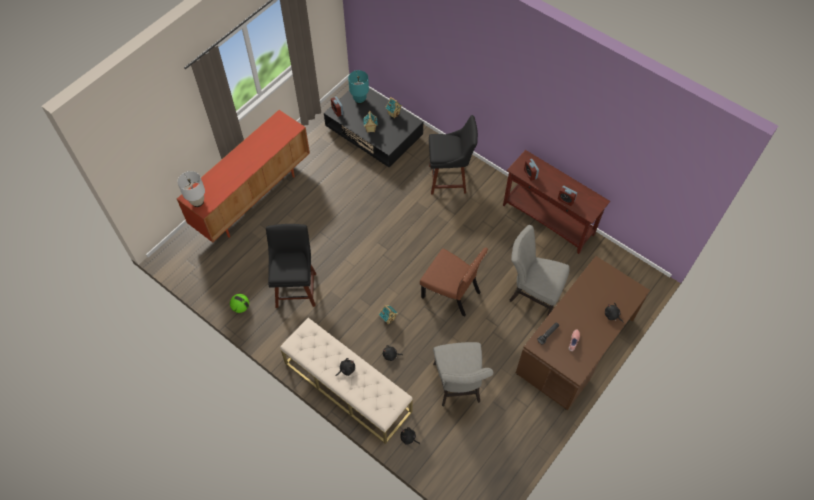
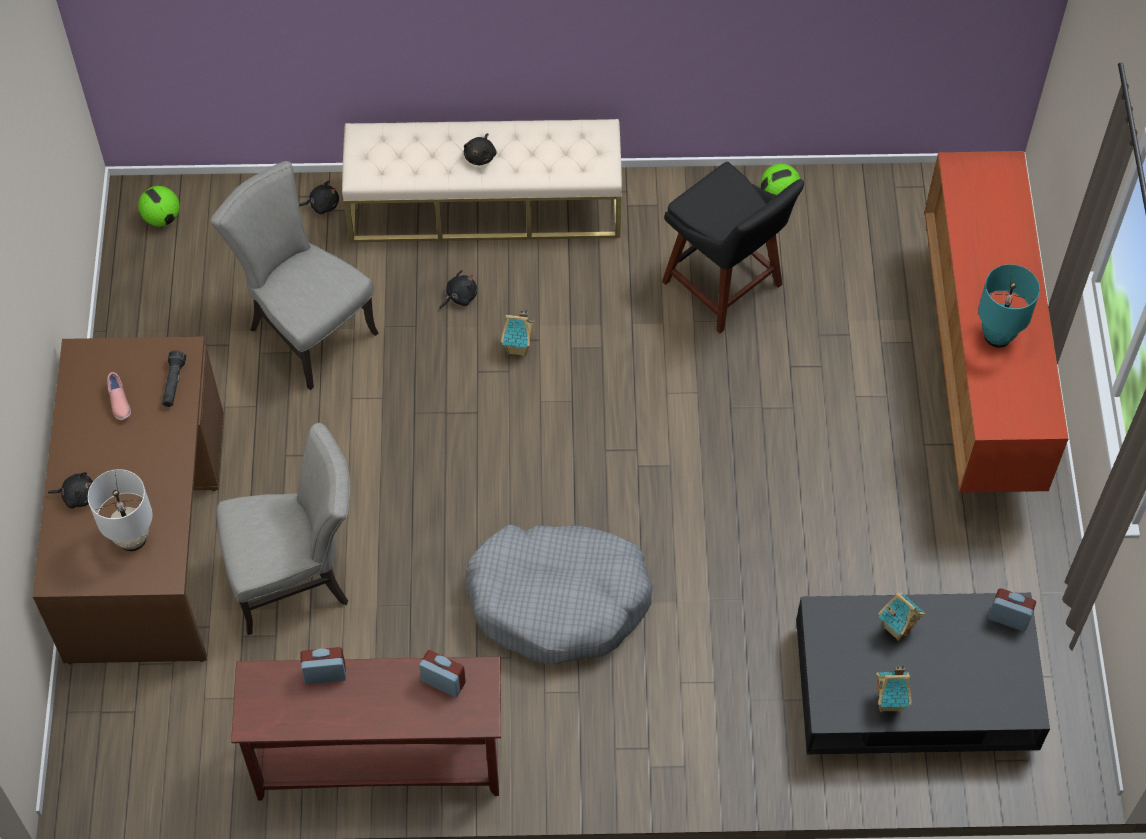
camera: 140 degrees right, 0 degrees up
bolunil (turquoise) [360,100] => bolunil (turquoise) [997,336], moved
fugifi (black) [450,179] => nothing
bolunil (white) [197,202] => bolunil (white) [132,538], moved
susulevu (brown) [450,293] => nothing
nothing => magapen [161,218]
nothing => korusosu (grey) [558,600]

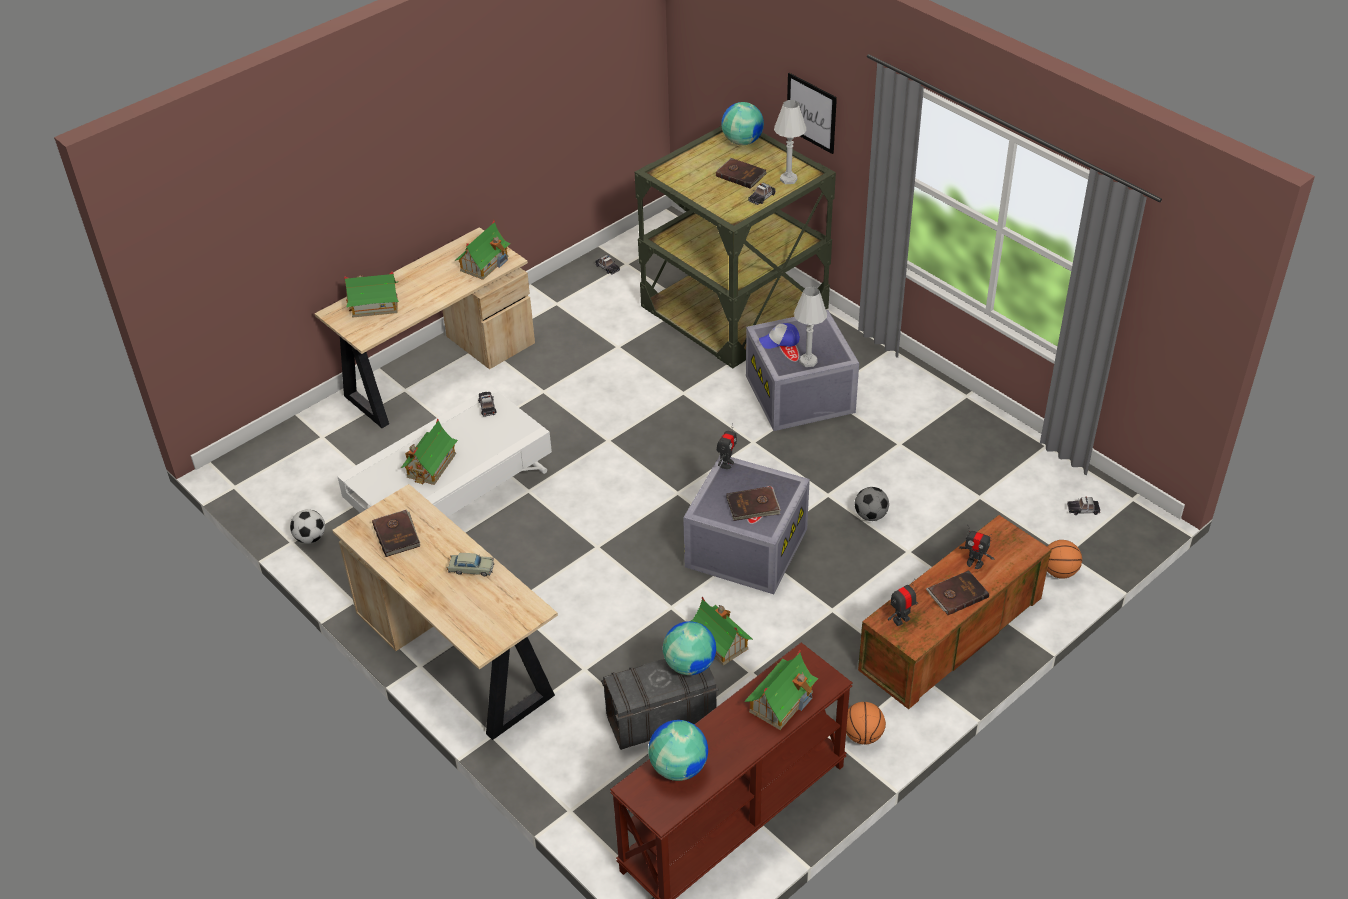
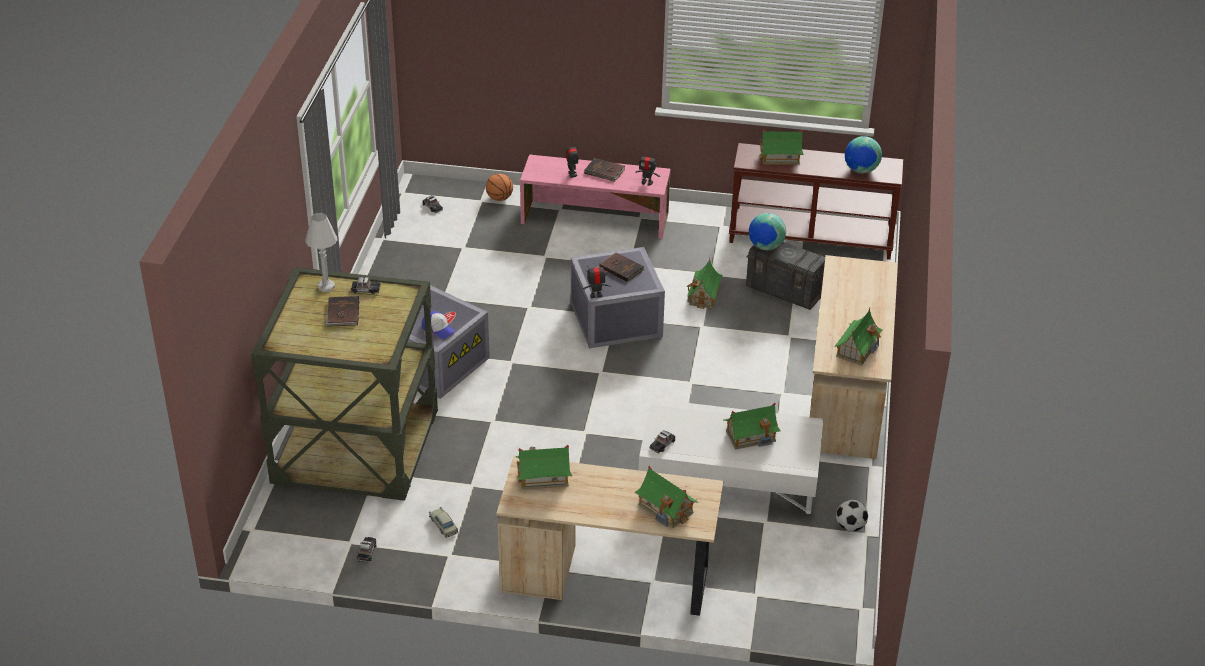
camera: 130 degrees left, 5 degrees down
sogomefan [811,113] => nothing
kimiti [742,141] => nothing
bolunil (white) [808,361] => nothing
magapen [870,515] => nothing
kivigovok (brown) [397,534] => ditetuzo [857,349]
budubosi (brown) [951,635] => budubosi (pink) [596,217]
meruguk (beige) [471,568] => meruguk (beige) [443,525], moved
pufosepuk [863,735] => nothing

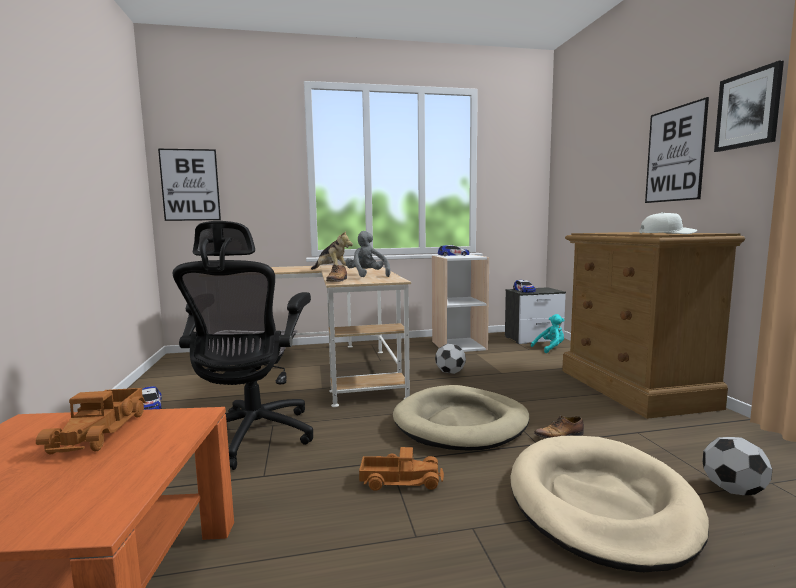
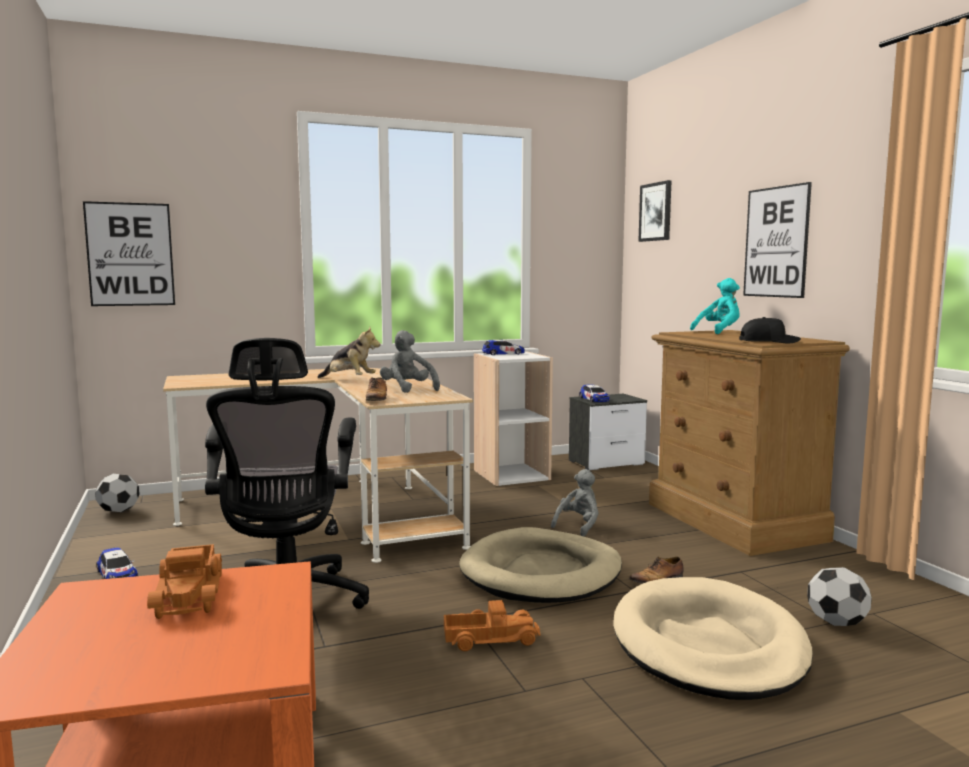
camera: 10 degrees left, 0 degrees up
sogomefan [748,109] => sogomefan [656,212], moved
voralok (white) [667,234] => voralok (black) [769,341]
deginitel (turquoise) [550,348] => deginitel (turquoise) [719,332], moved
magapen [450,373] => magapen [119,511], moved
nothing => deginitel (grey) [578,526]

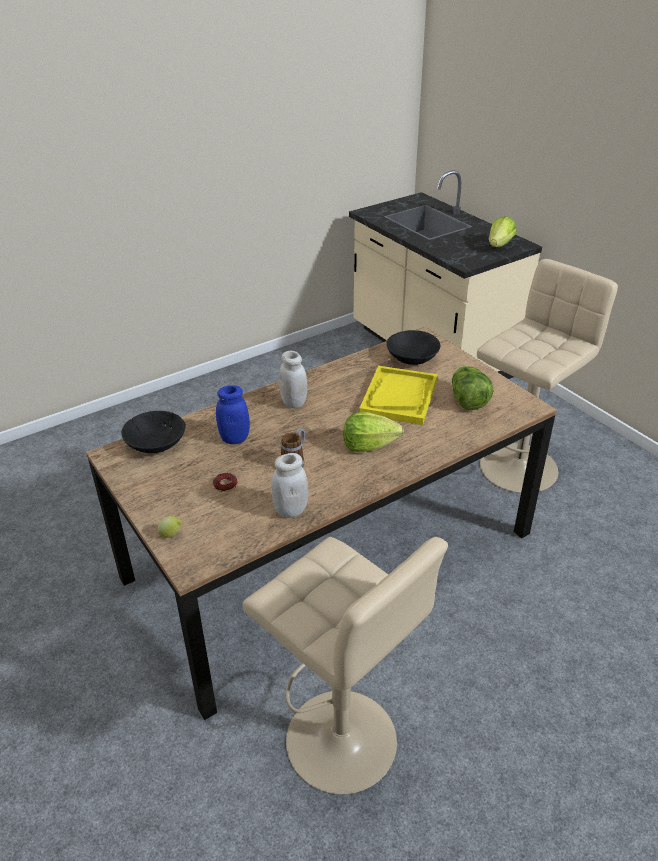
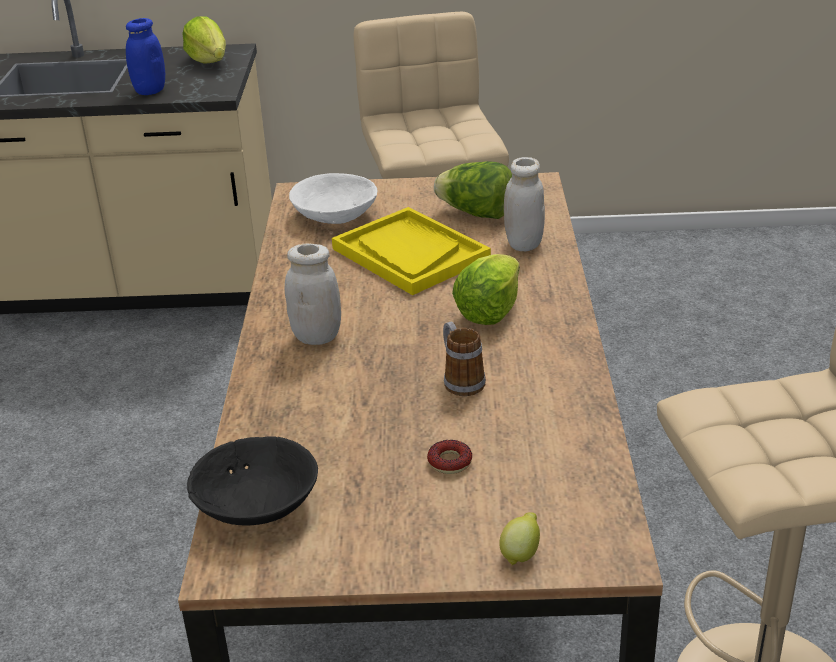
camera: 55 degrees left, 5 degrees down
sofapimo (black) [412,357] => sofapimo (white) [334,215]
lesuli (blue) [235,438] => lesuli (blue) [150,91], moved
lesuli (white) [290,510] => lesuli (white) [523,244], moved

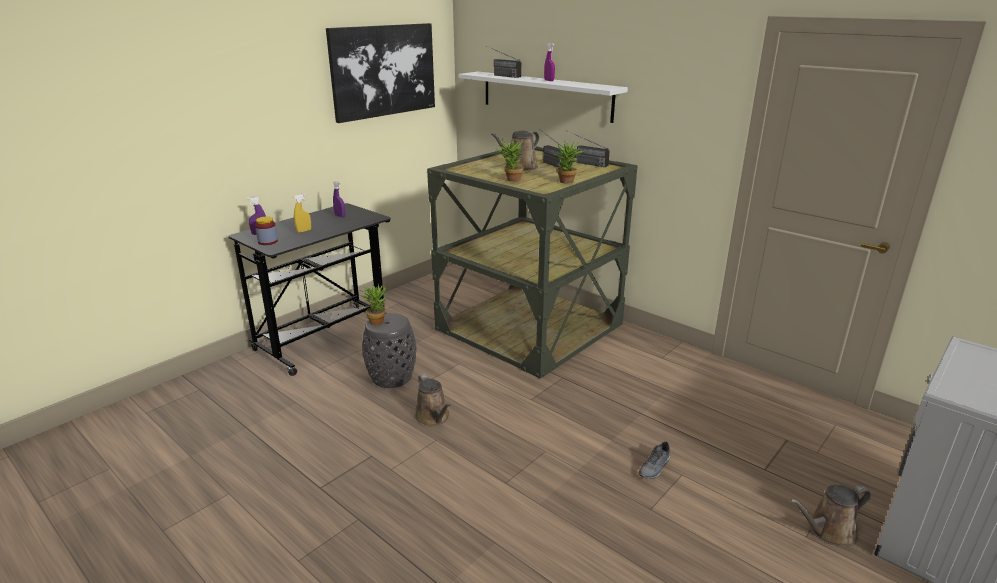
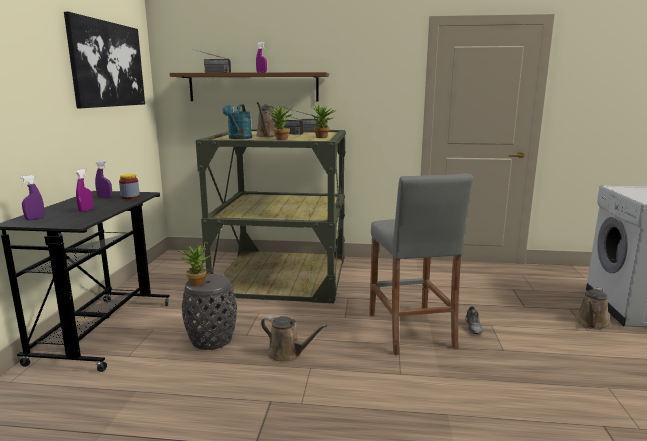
camera: 35 degrees left, 10 degrees down
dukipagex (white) [545,95] => dukipagex (brown) [253,87]
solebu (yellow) [304,231] => solebu (purple) [86,210]
lesuli [268,242] => lesuli [130,197], moved
nothing => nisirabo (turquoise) [239,138]
nothing => fugifi (grey) [411,330]

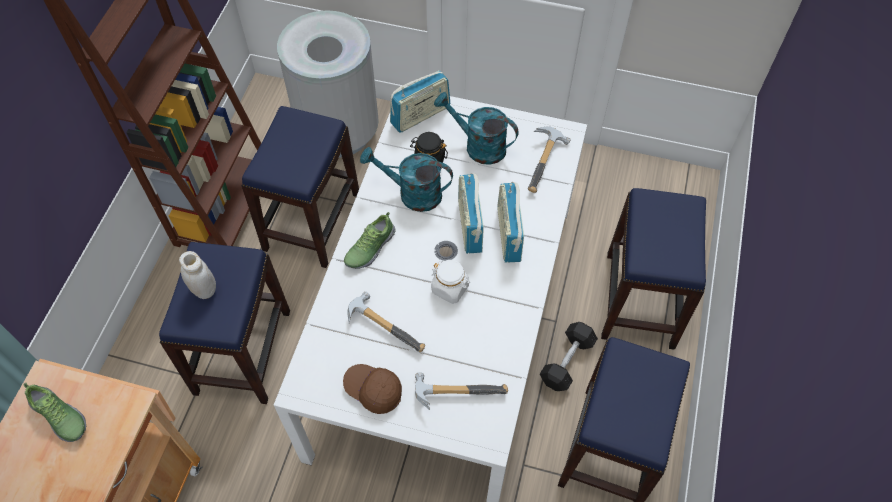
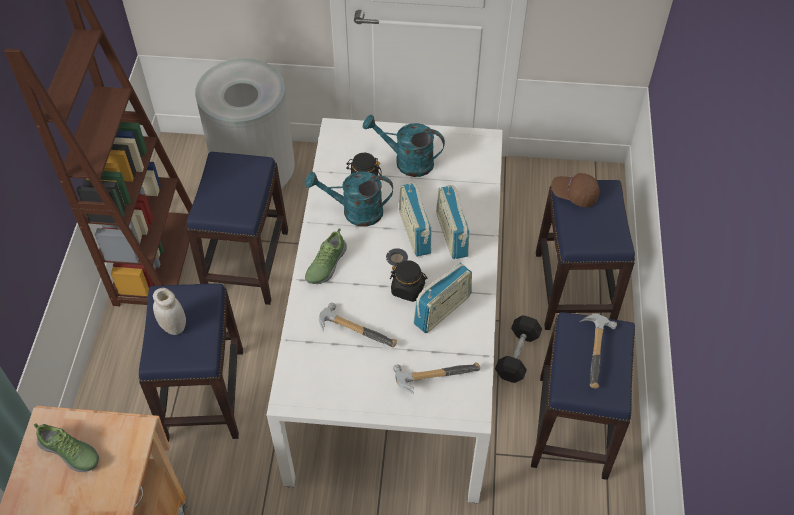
camera: 10 degrees left, 5 degrees down
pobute [420,115] => pobute [442,310], moved
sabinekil [546,163] => sabinekil [599,352], moved
lesuli (white) [450,288] => lesuli (black) [408,289]
voralok (brown) [373,390] => voralok (brown) [574,194], moved

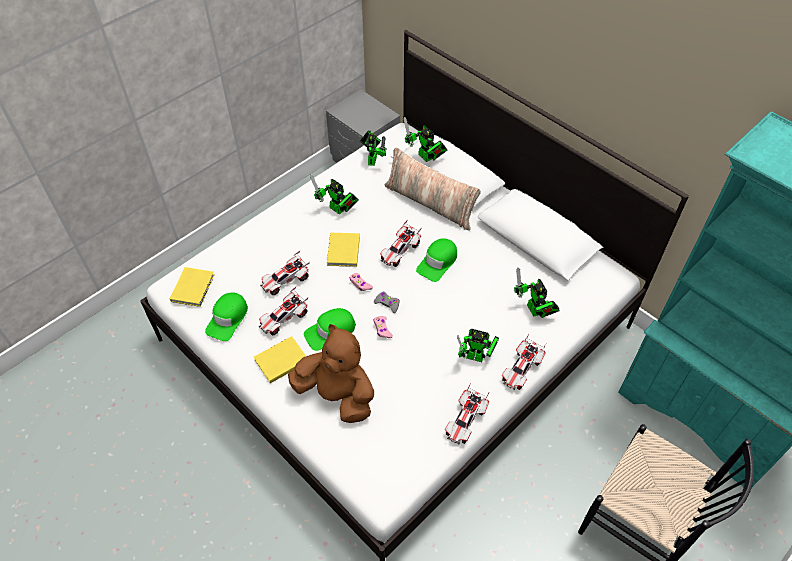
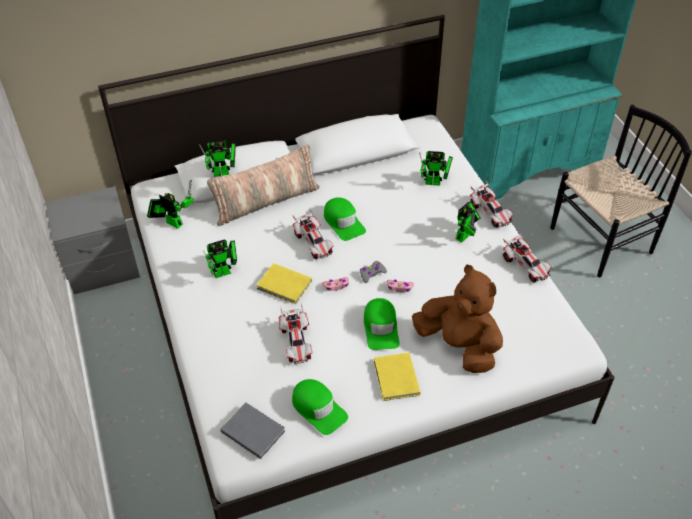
camera: 65 degrees left, 5 degrees down
kivigovok (yellow) [194,287] => kivigovok (grey) [252,430]
meruguk [284,319] => nothing
deginitel (brown) [337,395] => deginitel (brown) [459,346], 75 degrees clockwise

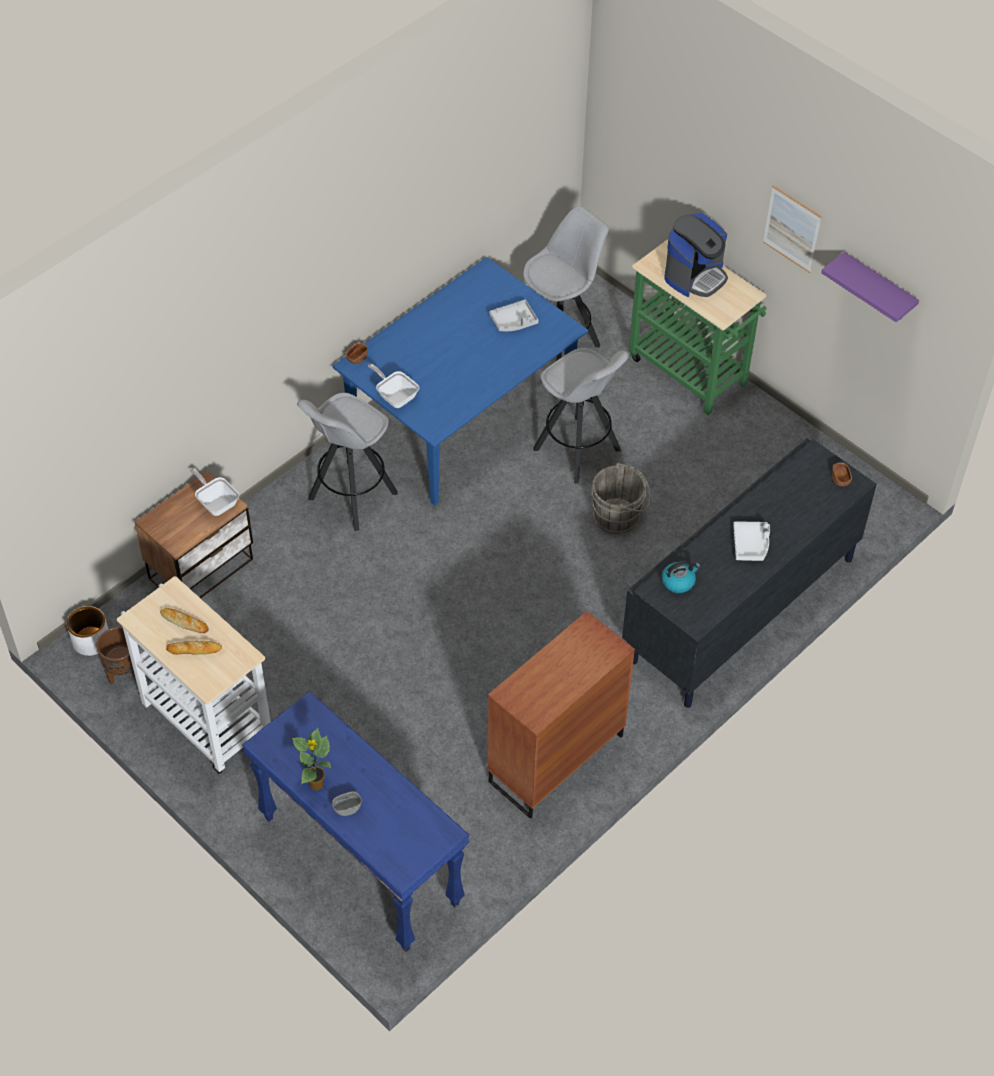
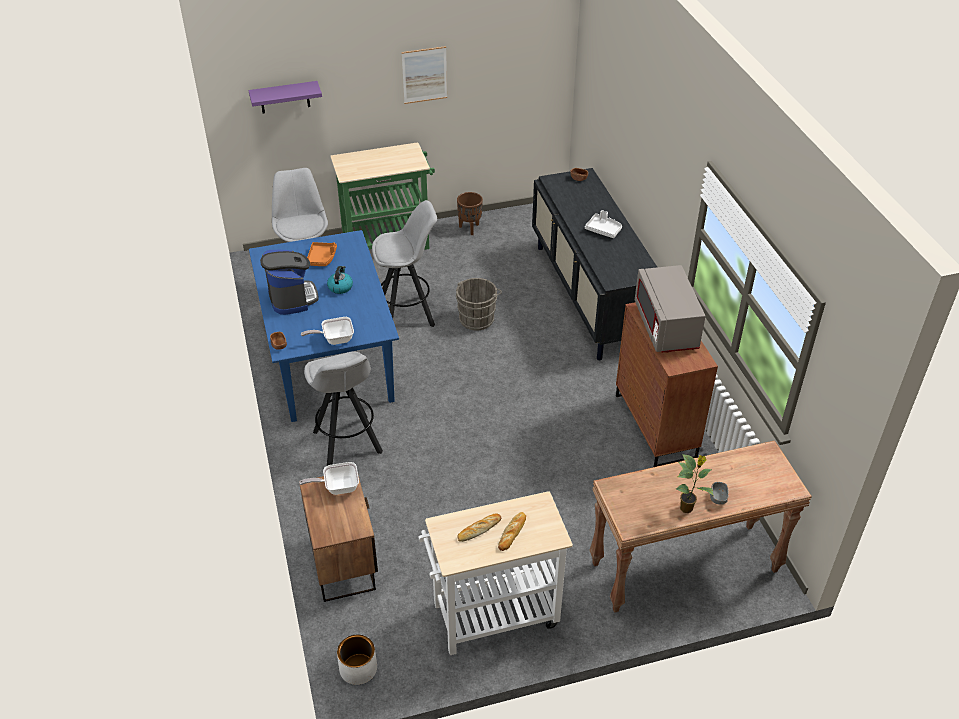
camera: 60 degrees left, 10 degrees down
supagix [695,276] => supagix [292,298], moved
dukipagex (purple) [878,288] => dukipagex (purple) [284,97], moved
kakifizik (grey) [514,321] => kakifizik (orange) [322,258]
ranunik [678,581] => ranunik [340,287], moved
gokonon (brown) [124,674] => gokonon (brown) [470,228], moved
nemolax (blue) [359,861] => nemolax (brown) [684,568]
nothing => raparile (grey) [665,327]

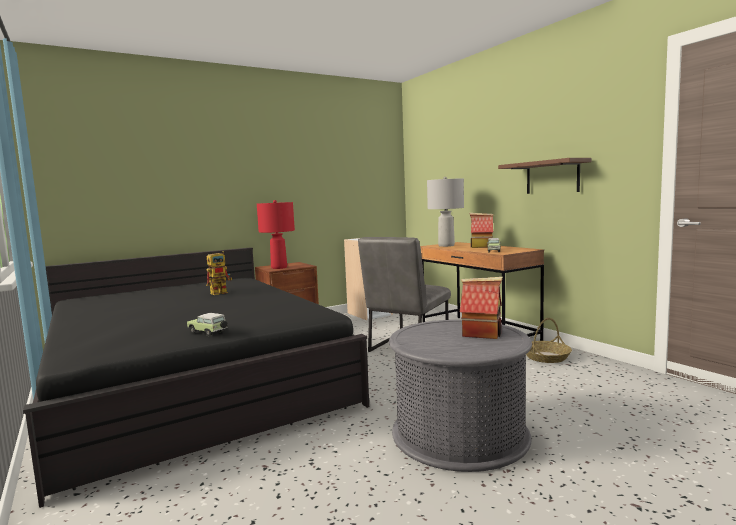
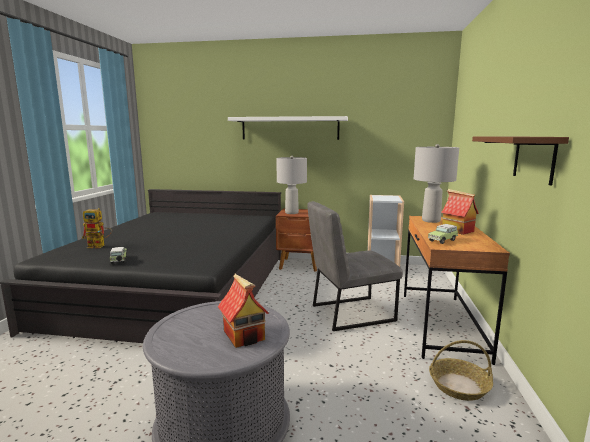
camera: 40 degrees right, 5 degrees up
bolunil (red) [278,267] => bolunil (grey) [291,213]
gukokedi [221,292] => gukokedi [100,246], moved
nothing => dukipagex (white) [290,128]

